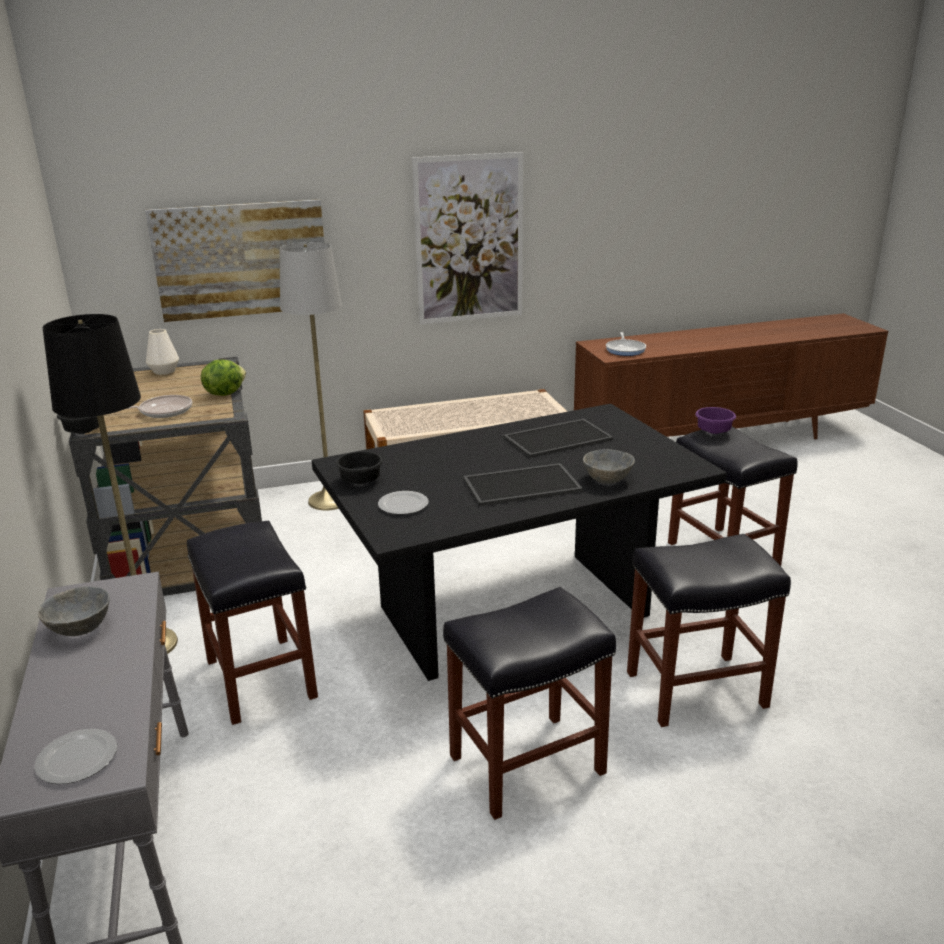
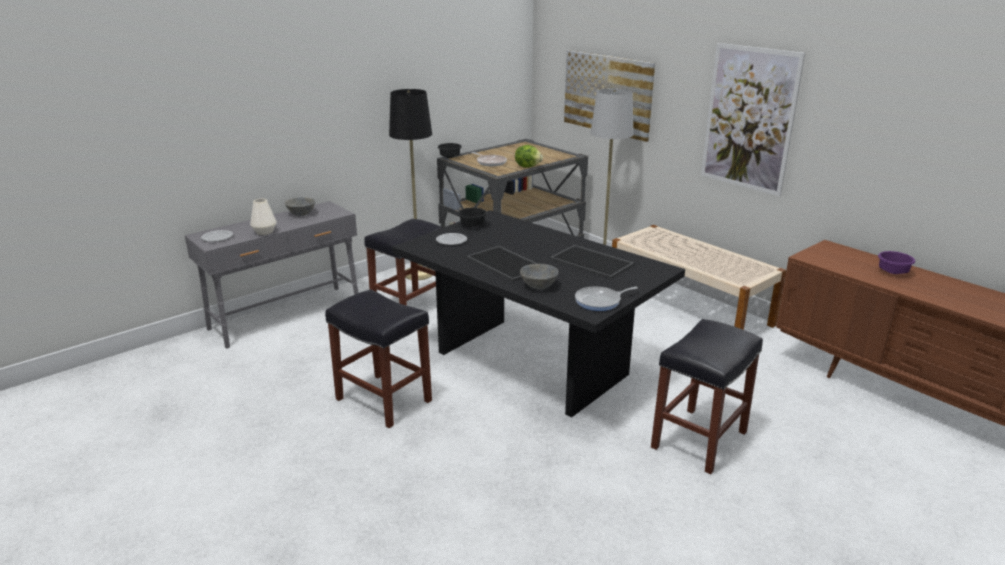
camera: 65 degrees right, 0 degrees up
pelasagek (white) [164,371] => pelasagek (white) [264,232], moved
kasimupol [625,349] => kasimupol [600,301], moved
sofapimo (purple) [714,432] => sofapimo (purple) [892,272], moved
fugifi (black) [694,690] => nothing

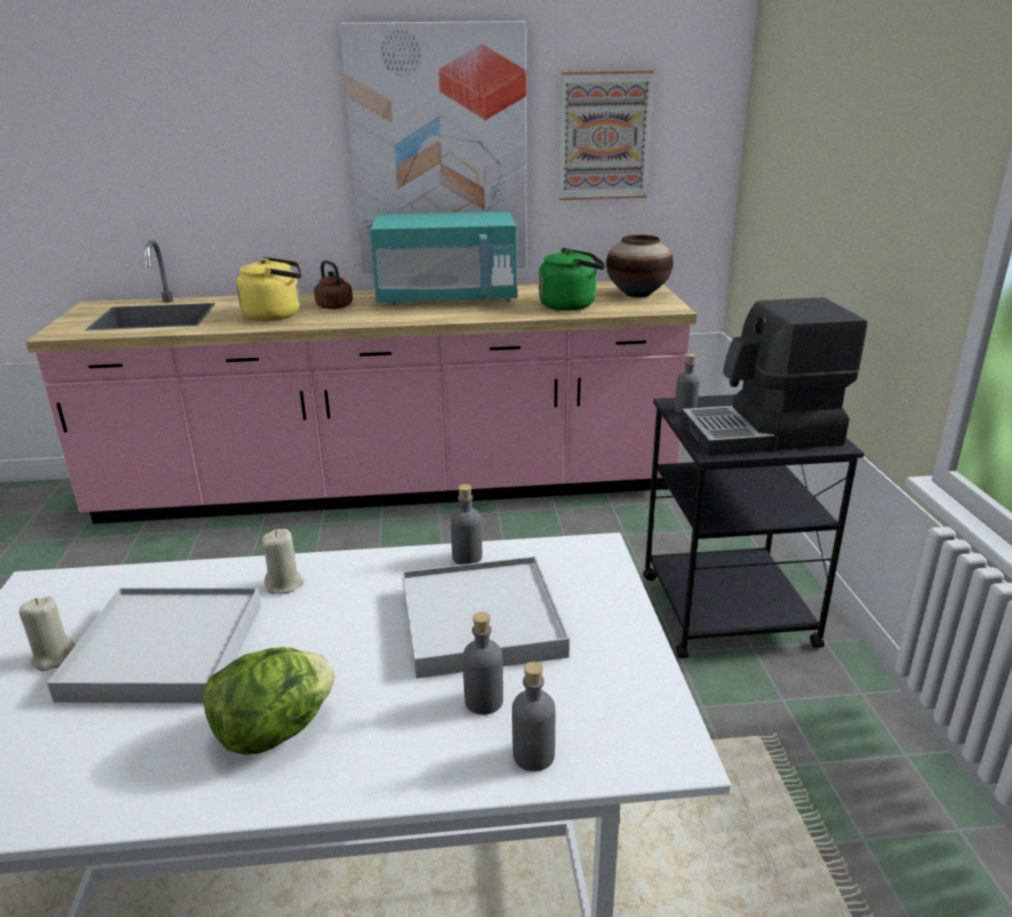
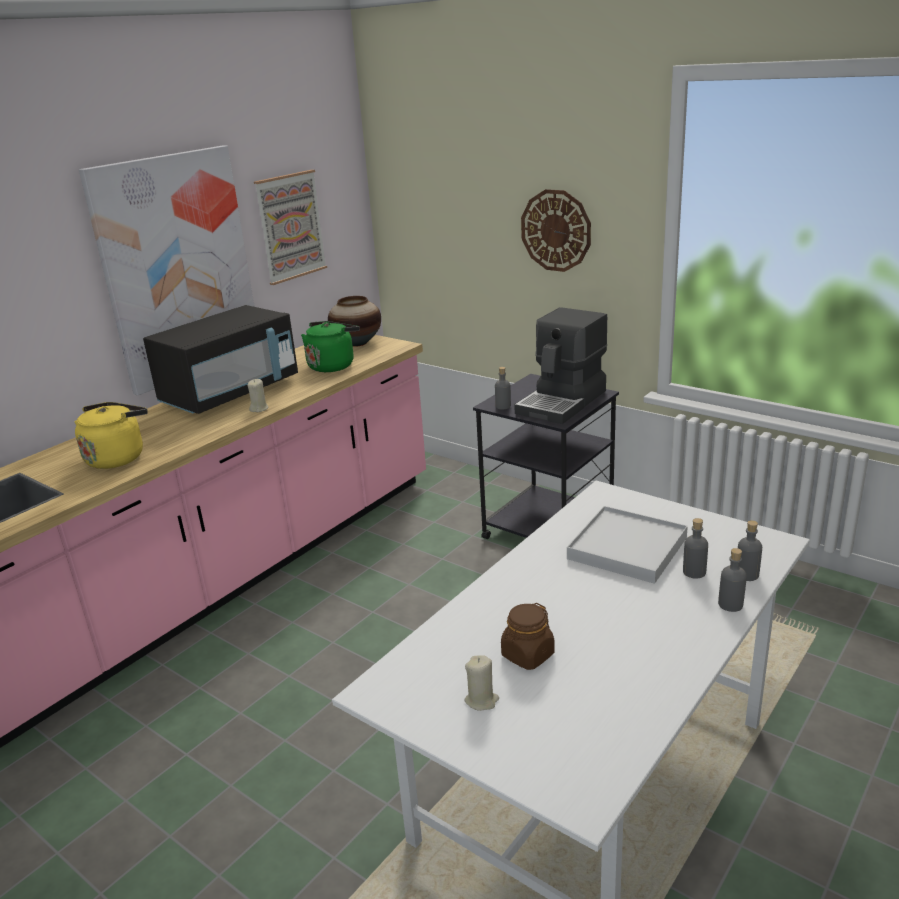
camera: 45 degrees left, 0 degrees up
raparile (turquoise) [447,299] => raparile (black) [231,393]
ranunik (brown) [336,307] => nothing
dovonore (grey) [467,557] => dovonore (grey) [730,604], moved
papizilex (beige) [284,584] => papizilex (beige) [259,409], moved
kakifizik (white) [166,650] => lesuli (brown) [527,655]
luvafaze [274,731] => nothing
nothing => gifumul [556,230]

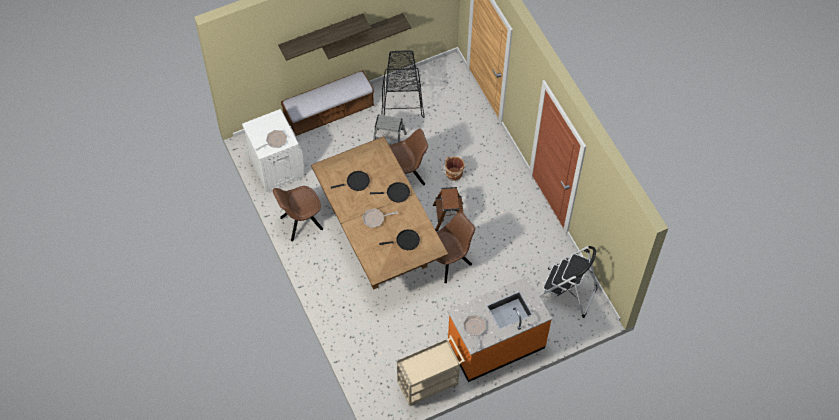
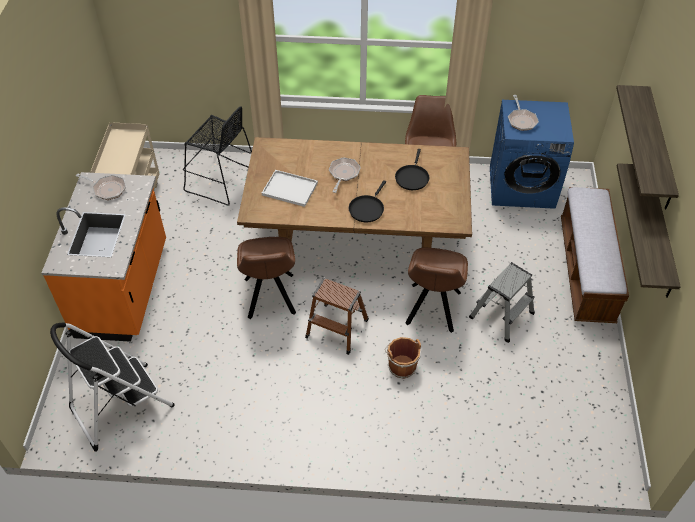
camera: 120 degrees right, 10 degrees down
fugifi (black) [402,104] => fugifi (black) [220,180], moved
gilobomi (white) [276,167] => gilobomi (blue) [521,189]
kasimupol (black) [406,241] => kakifizik (white) [288,189]

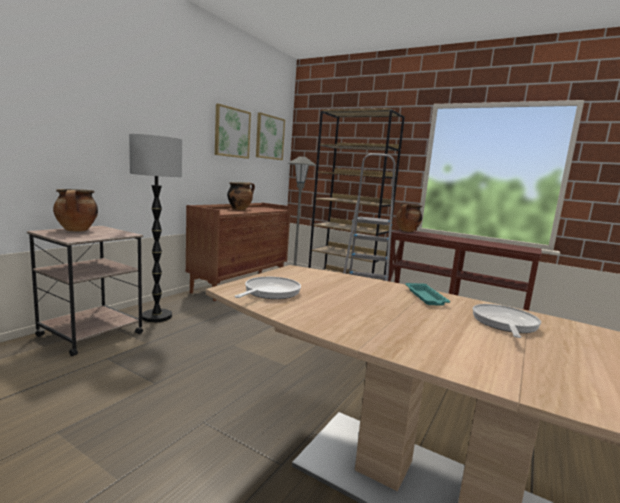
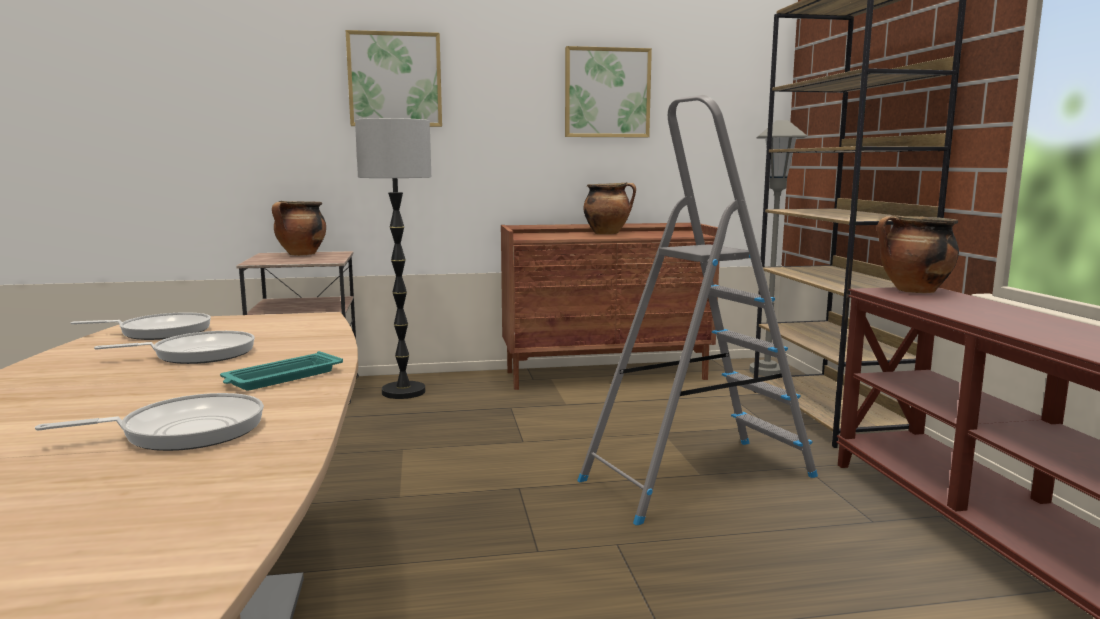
camera: 50 degrees right, 0 degrees up
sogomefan [269,137] => sogomefan [395,80], moved
nothing => kasimupol [198,354]

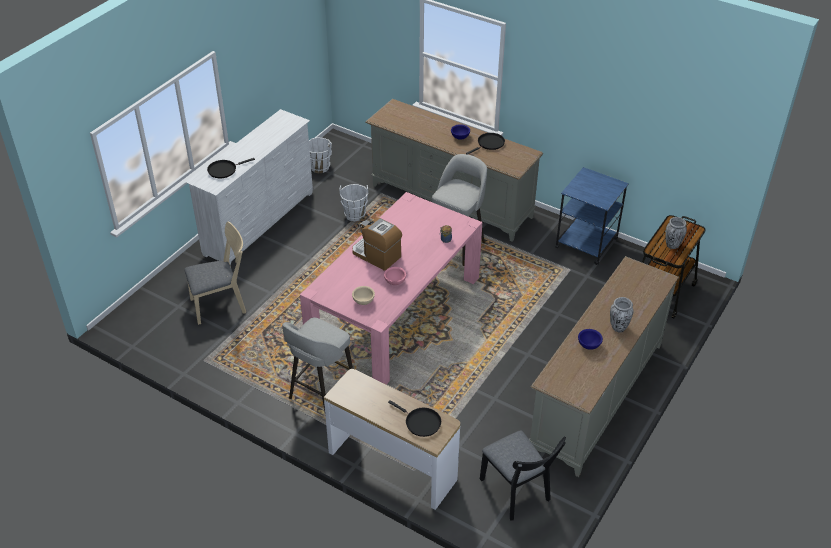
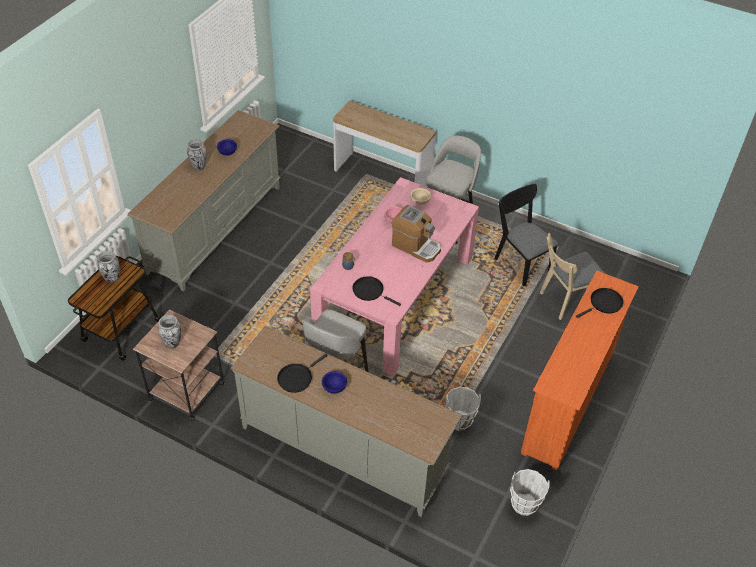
camera: 175 degrees right, 5 degrees up
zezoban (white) [259,224] => zezoban (orange) [568,403]
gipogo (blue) [587,244] => gipogo (brown) [185,390]
kasimupol (black) [420,422] => kasimupol (black) [370,291], moved
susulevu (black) [517,493] => susulevu (black) [520,262], moved
nothing => pelasagek [173,343]

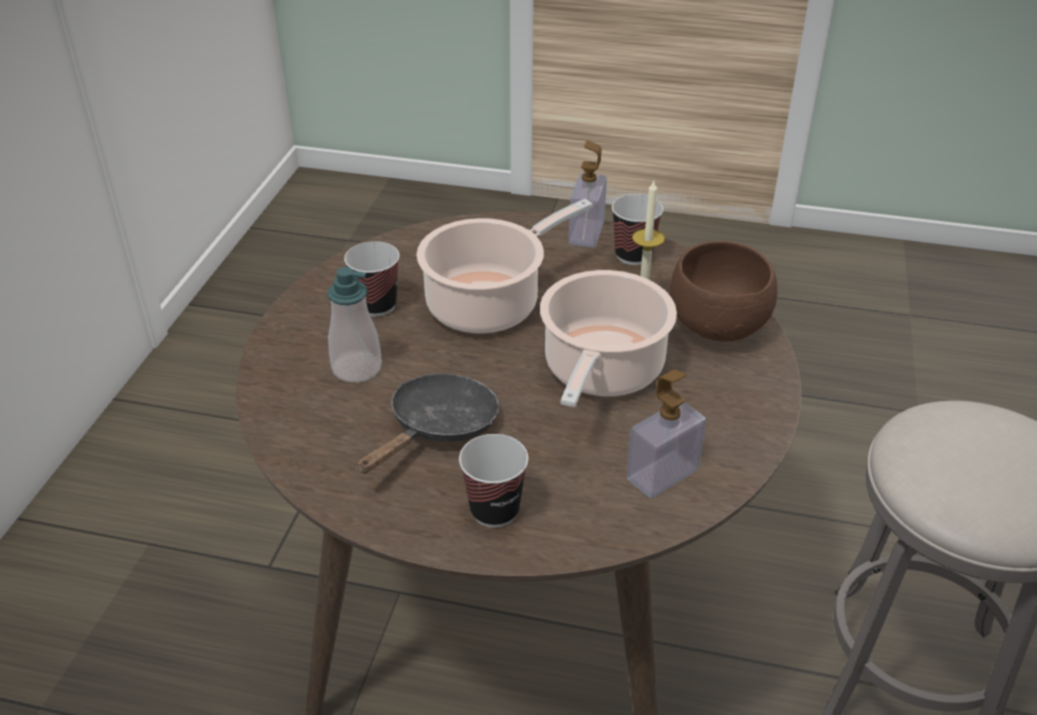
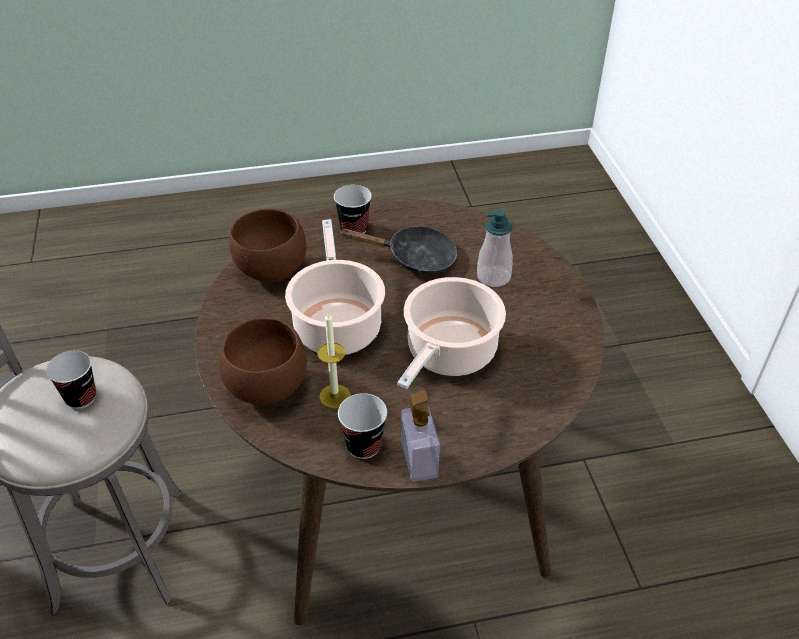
camera: 155 degrees right, 5 degrees up
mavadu [377,305] => mavadu [81,397], moved
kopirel [662,474] => sofapimo (brown) [272,272]
kasimupol (black) [438,428] => kasimupol (black) [414,258], 90 degrees counterclockwise

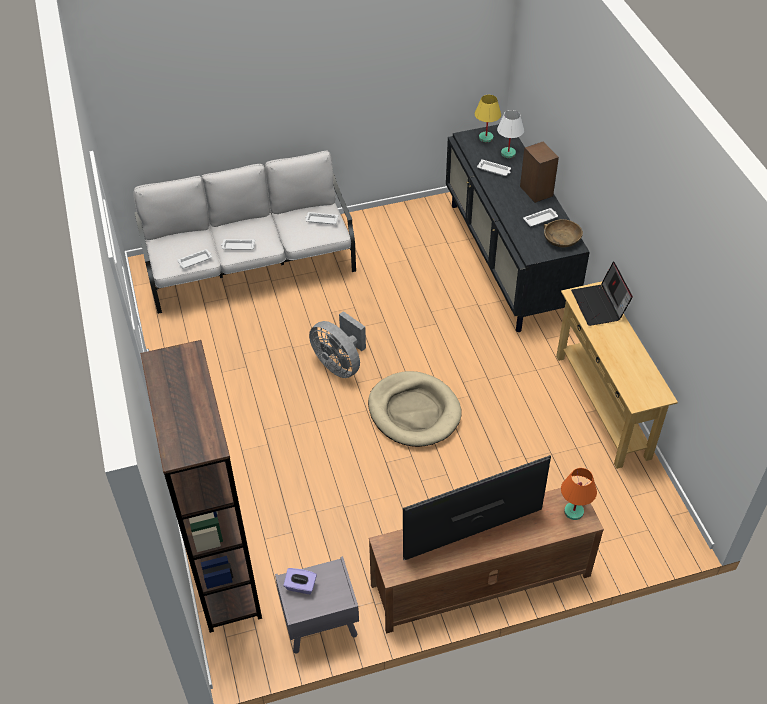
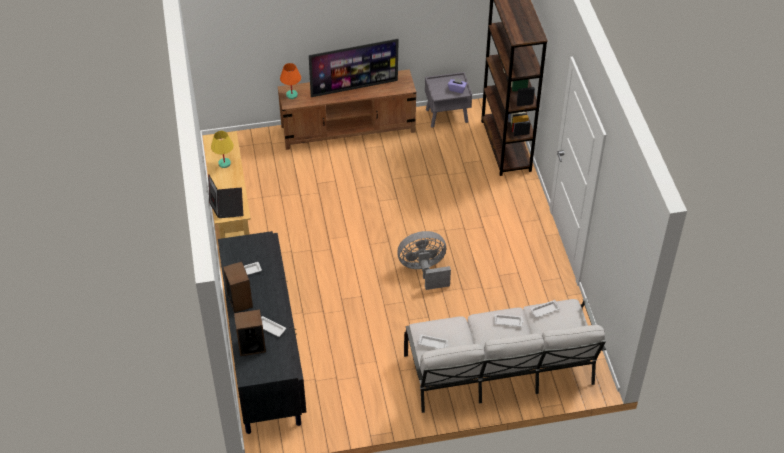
camera: 175 degrees left, 0 degrees up
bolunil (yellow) [485,138] => bolunil (yellow) [224,163], moved
bolunil (white) [508,153] => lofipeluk [251,346]
sofapimo (brown) [561,238] => nothing
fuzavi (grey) [340,364] => fuzavi (grey) [424,271], 60 degrees counterclockwise
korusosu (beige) [414,412] => nothing

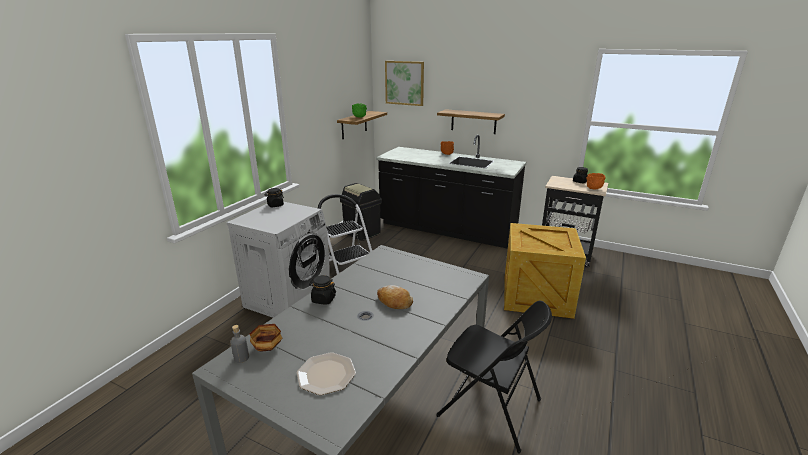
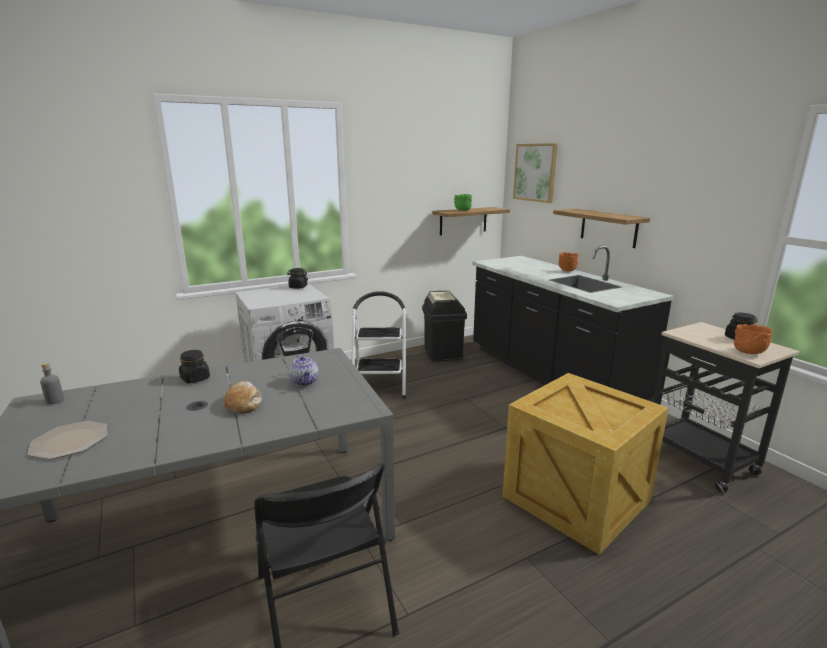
camera: 35 degrees right, 5 degrees down
sofapimo [266,347] => nothing
nothing => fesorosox [305,382]

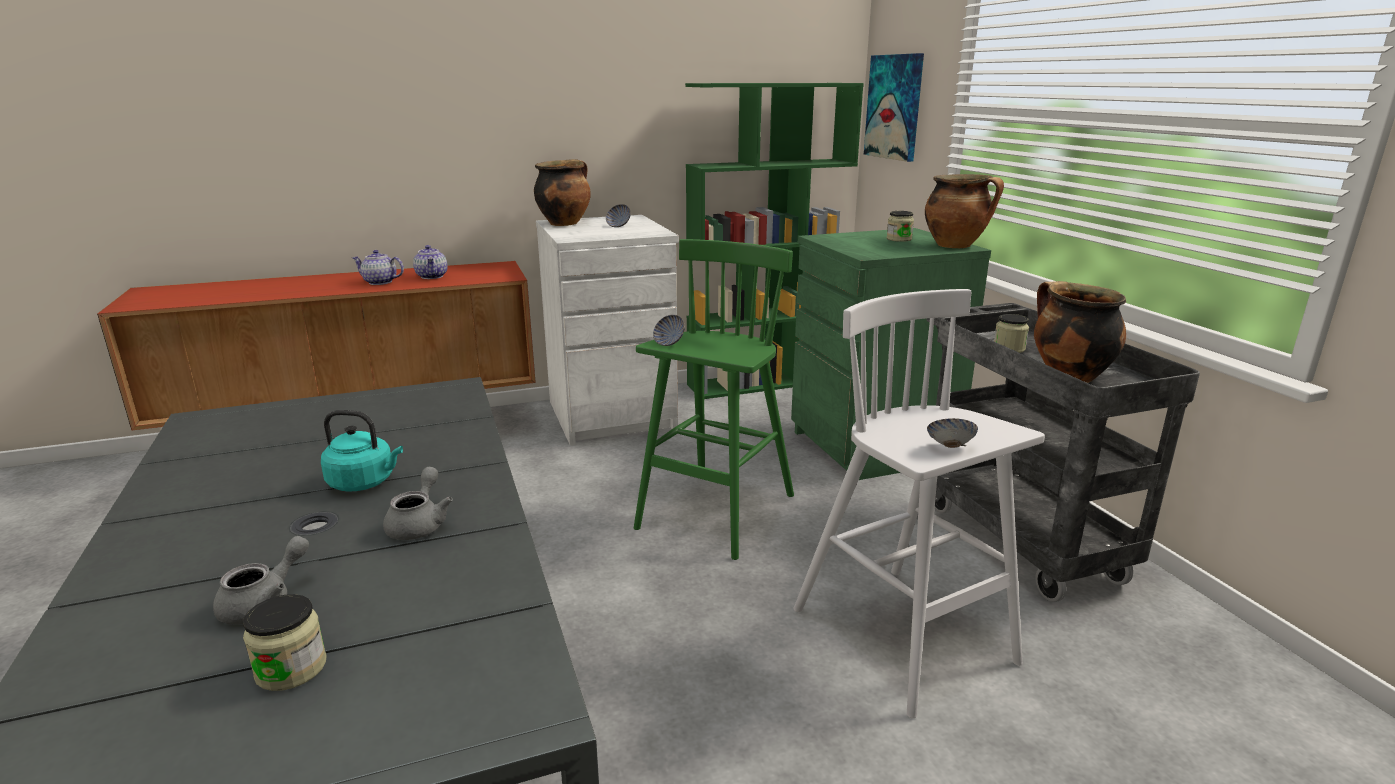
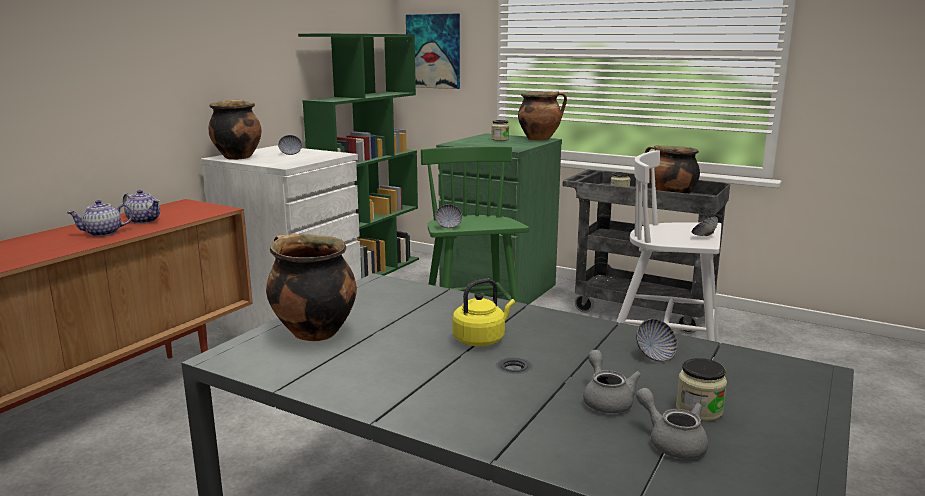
camera: 40 degrees left, 5 degrees down
ranunik (turquoise) [365,482] => ranunik (yellow) [481,339]
fesorosox (grey) [420,524] => fesorosox (grey) [672,442], moved
nothing => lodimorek [312,332]
nothing => sofapimo [654,355]

